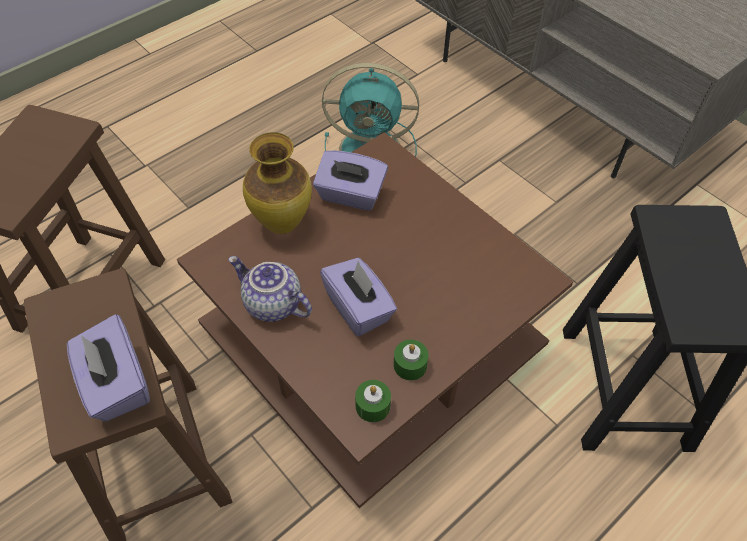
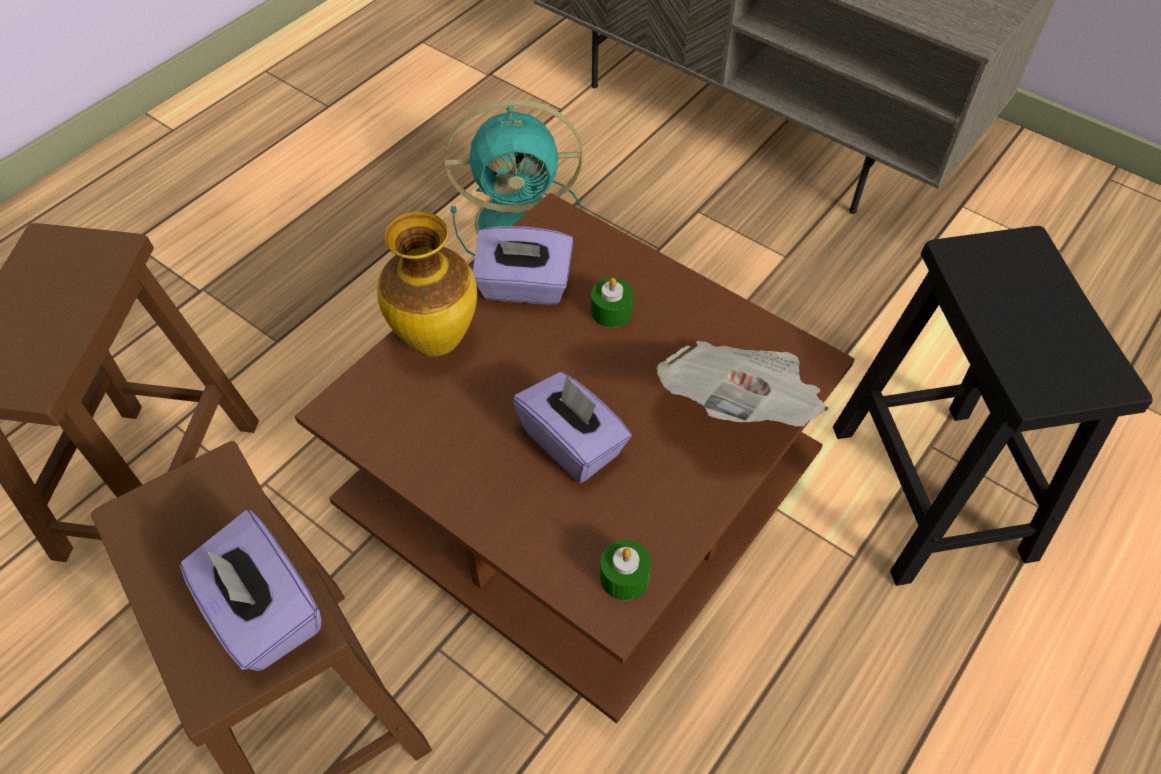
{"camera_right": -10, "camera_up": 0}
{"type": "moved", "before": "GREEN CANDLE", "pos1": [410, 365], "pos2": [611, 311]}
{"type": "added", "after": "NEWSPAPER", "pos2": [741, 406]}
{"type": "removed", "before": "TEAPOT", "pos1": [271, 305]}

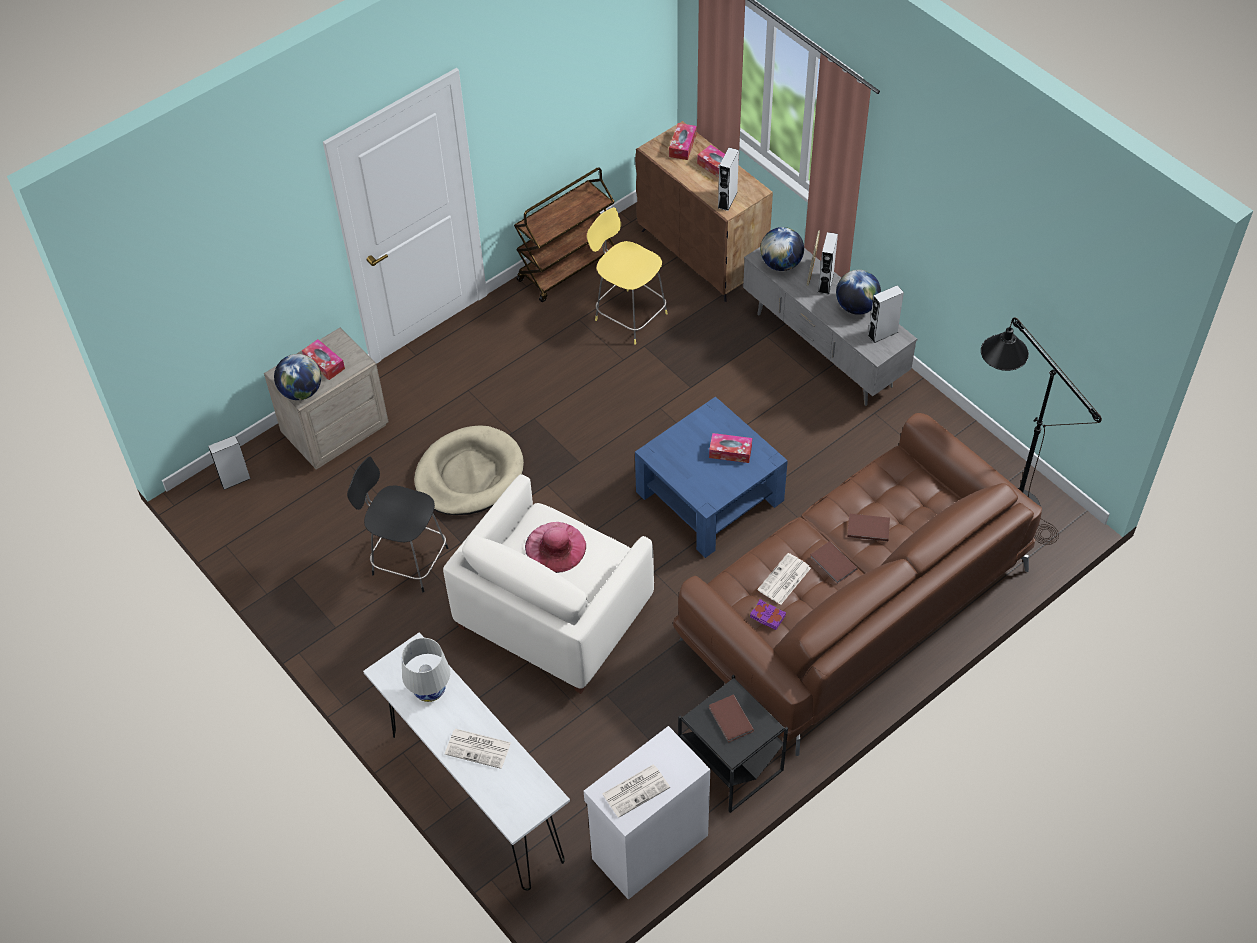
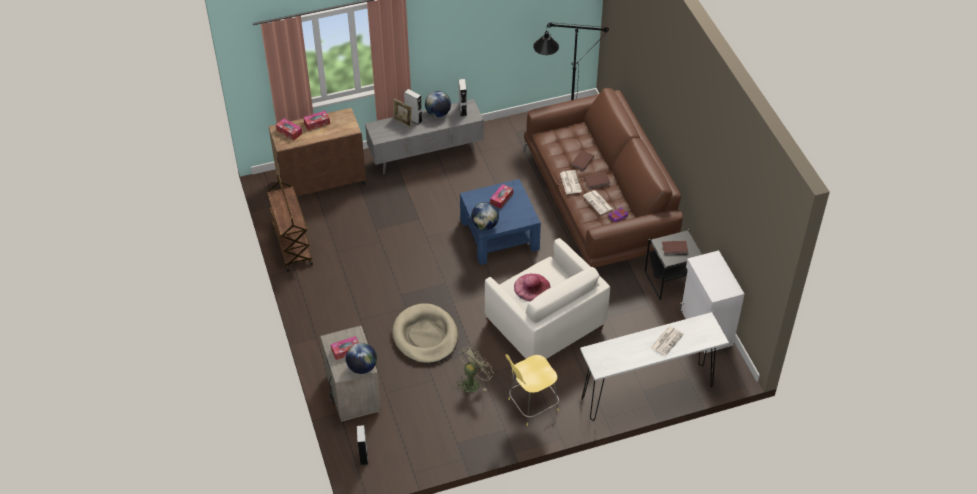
{"camera_right": -70, "camera_up": -5}
{"type": "replaced", "before": "BLACK STOOL", "after": "GREEN FAN", "pos1": [407, 560], "pos2": [473, 382]}
{"type": "moved", "before": "GLOBE", "pos1": [781, 264], "pos2": [485, 225]}
{"type": "moved", "before": "YELLOW STOOL", "pos1": [629, 315], "pos2": [531, 405]}
{"type": "moved", "before": "NEWSPAPER", "pos1": [636, 790], "pos2": [570, 182]}
{"type": "removed", "before": "WHITE TABLE LAMP", "pos1": [430, 690]}
{"type": "removed", "before": "GREY SPEAKER", "pos1": [727, 200]}

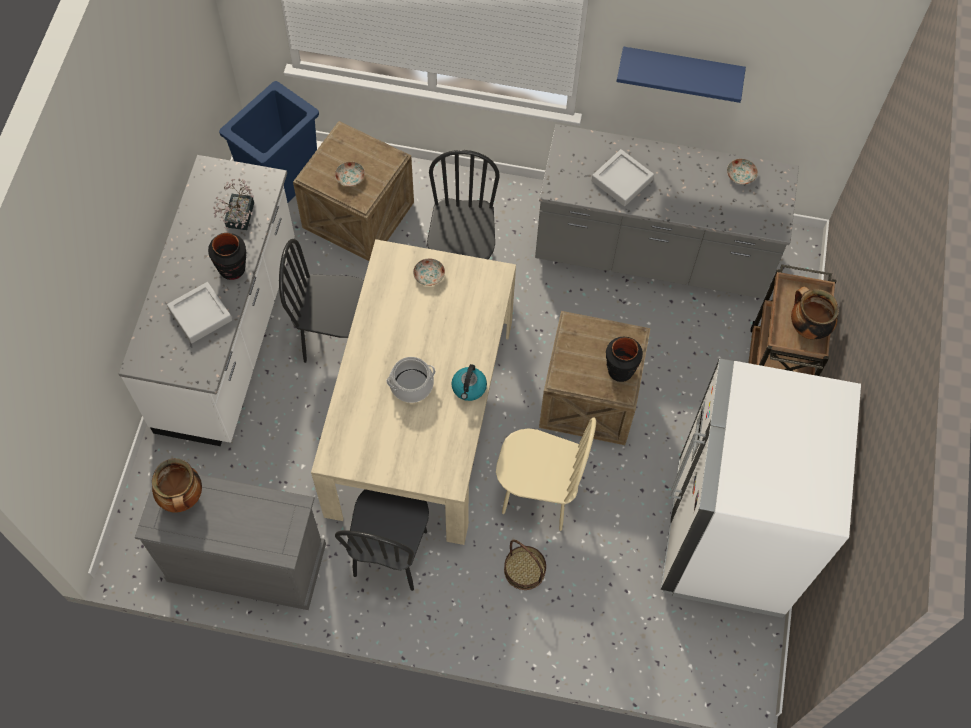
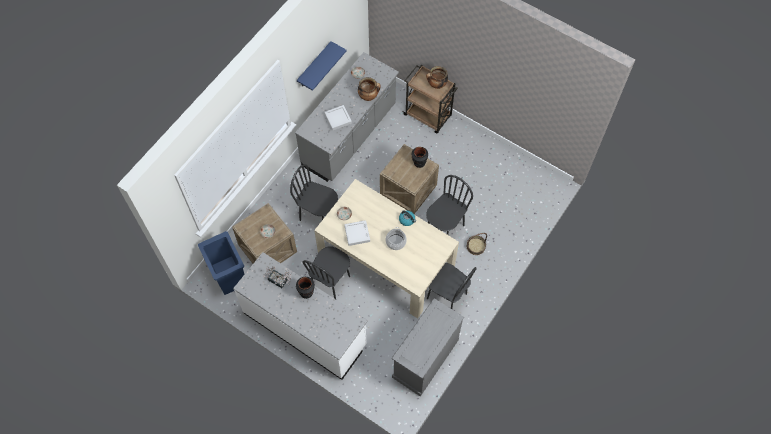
{"camera_right": -65, "camera_up": 0}
{"type": "moved", "before": "GREY TRAY", "pos1": [200, 315], "pos2": [357, 234]}
{"type": "moved", "before": "COOKING POT", "pos1": [183, 498], "pos2": [368, 96]}
{"type": "recoloured", "before": "BEIGE CHAIR", "after": "BLACK CHAIR", "pos1": [539, 495], "pos2": [444, 227]}
{"type": "removed", "before": "WHITE FRIDGE", "pos1": [728, 538]}

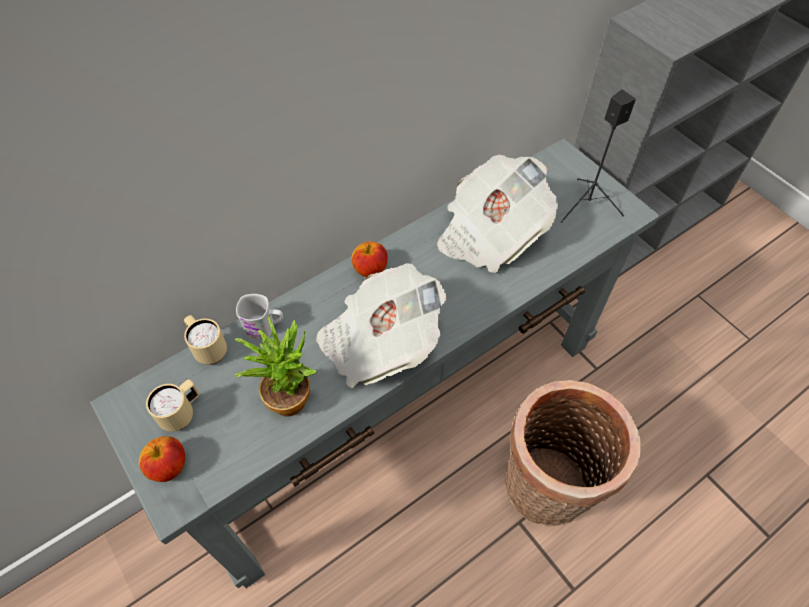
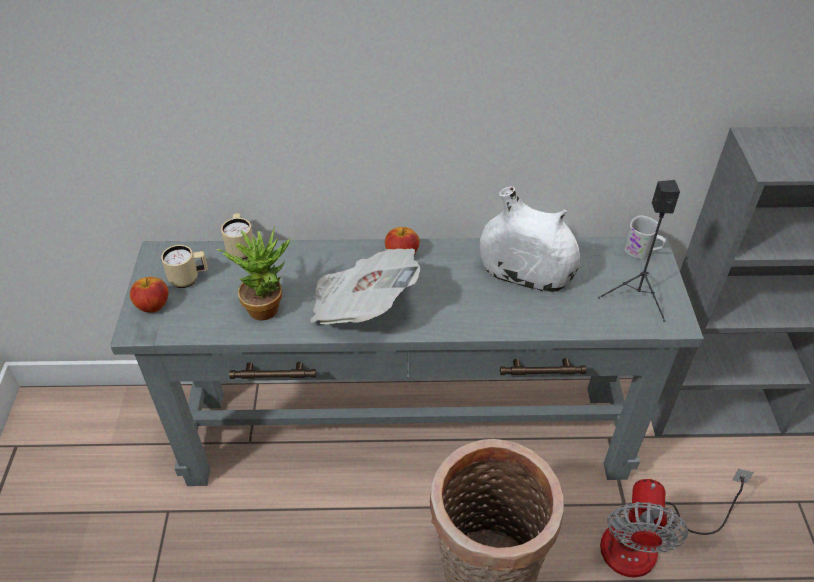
{"camera_right": 35, "camera_up": -10}
{"type": "replaced", "before": "NEWSPAPER", "after": "WHITE VASE", "pos1": [490, 233], "pos2": [525, 276]}
{"type": "added", "after": "FAN", "pos2": [647, 542]}
{"type": "moved", "before": "WHITE MUG", "pos1": [265, 327], "pos2": [642, 252]}

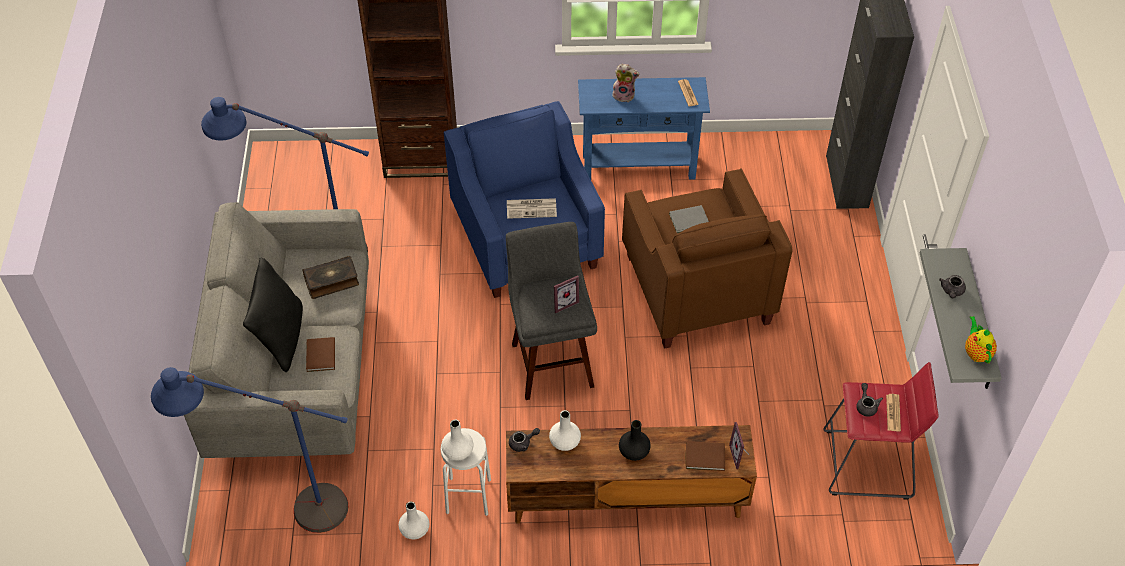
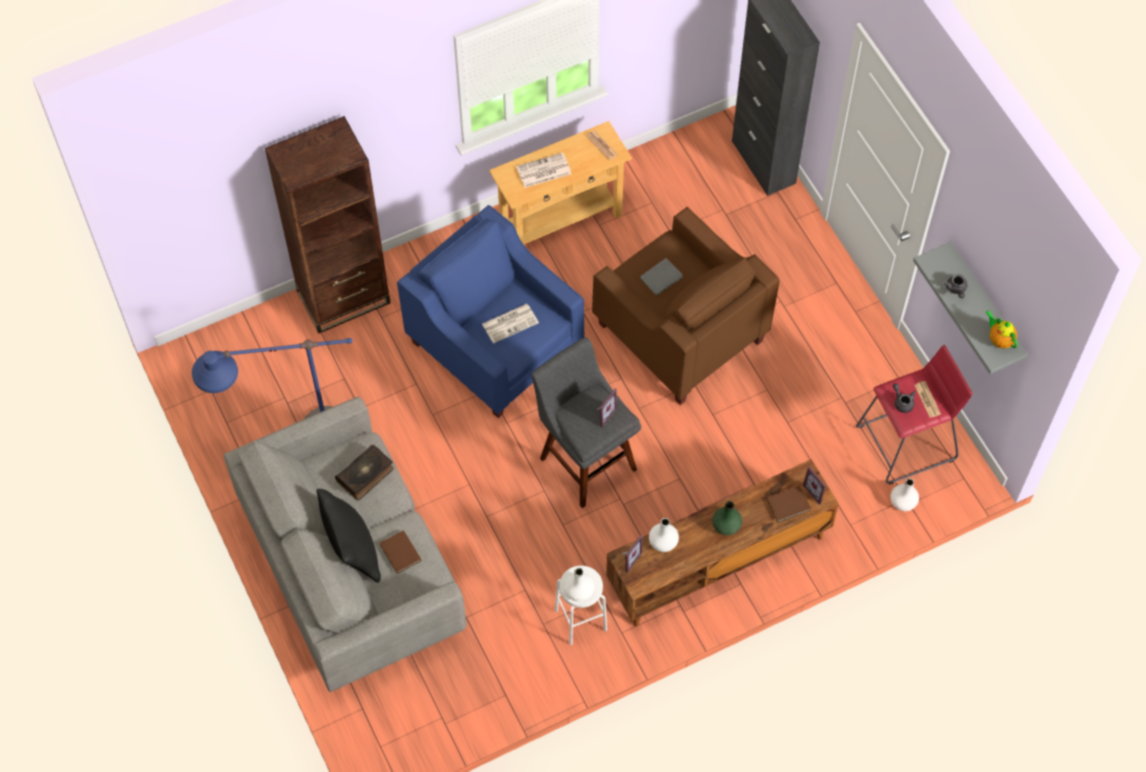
{"camera_right": -25, "camera_up": 10}
{"type": "recoloured", "before": "BLUE CONSOLE TABLE", "after": "BEIGE CONSOLE TABLE", "pos1": [638, 166], "pos2": [561, 222]}
{"type": "replaced", "before": "PLUSH TOY", "after": "NEWSPAPER", "pos1": [624, 95], "pos2": [543, 171]}
{"type": "replaced", "before": "GREY TEAPOT", "after": "PICTURE FRAME", "pos1": [523, 443], "pos2": [628, 558]}
{"type": "recoloured", "before": "BLACK VASE", "after": "GREEN VASE", "pos1": [634, 451], "pos2": [726, 525]}
{"type": "moved", "before": "WHITE VASE", "pos1": [414, 530], "pos2": [903, 502]}
{"type": "removed", "before": "BLUE FLOOR LAMP", "pos1": [282, 509]}

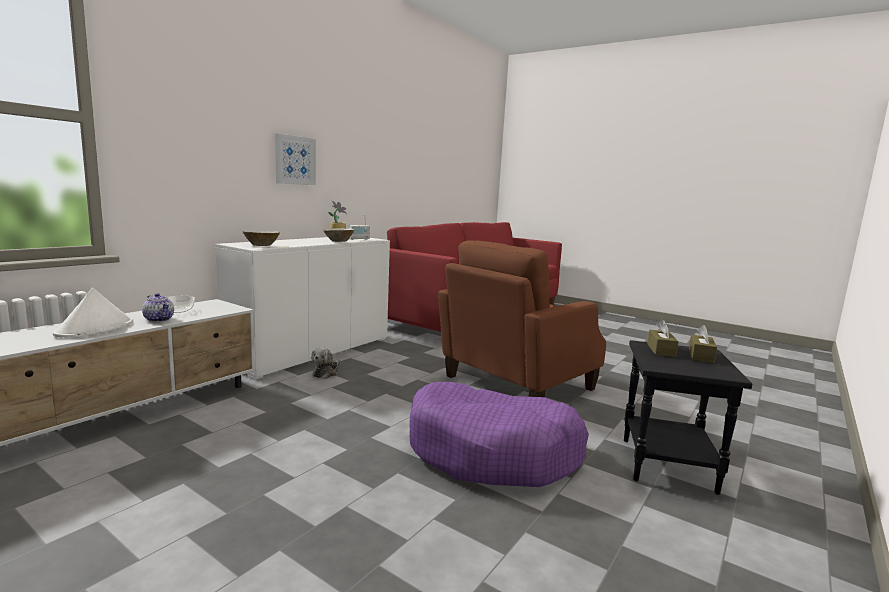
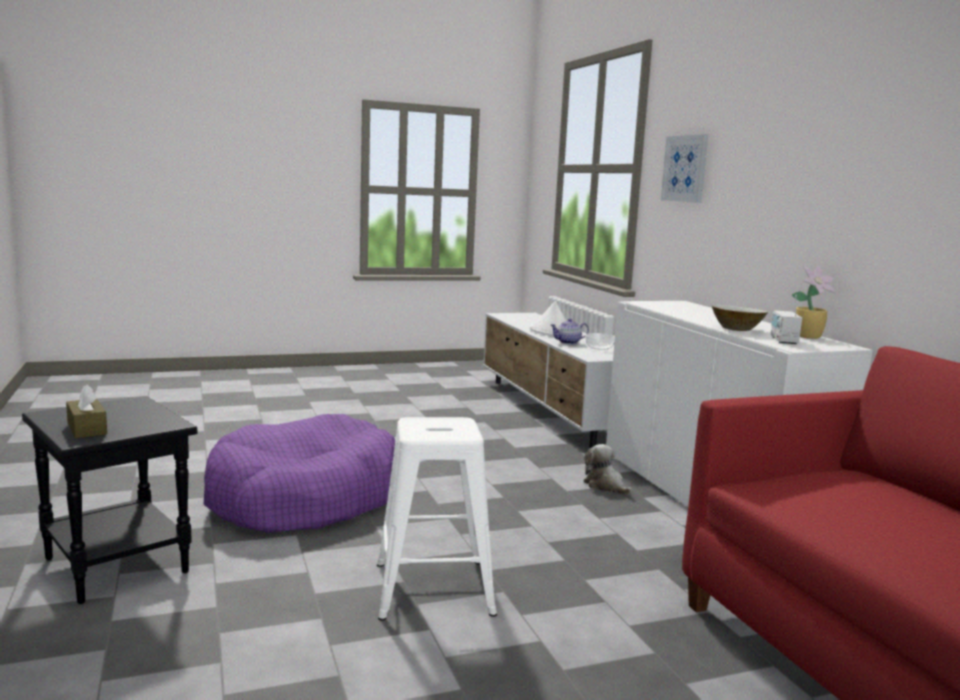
{"camera_right": 125, "camera_up": 0}
{"type": "replaced", "before": "BROWN ARMCHAIR", "after": "WHITE STOOL", "pos1": [516, 383], "pos2": [435, 587]}
{"type": "moved", "before": "PICTURE", "pos1": [295, 160], "pos2": [685, 168]}
{"type": "removed", "before": "BEIGE BOWL", "pos1": [261, 245]}
{"type": "removed", "before": "BROWN TISSUE BOX", "pos1": [661, 350]}

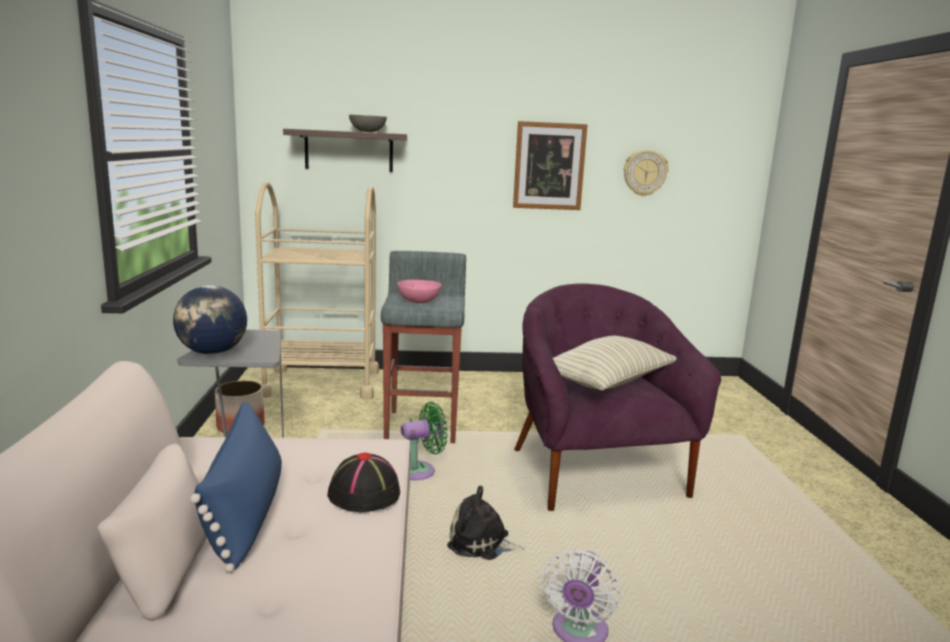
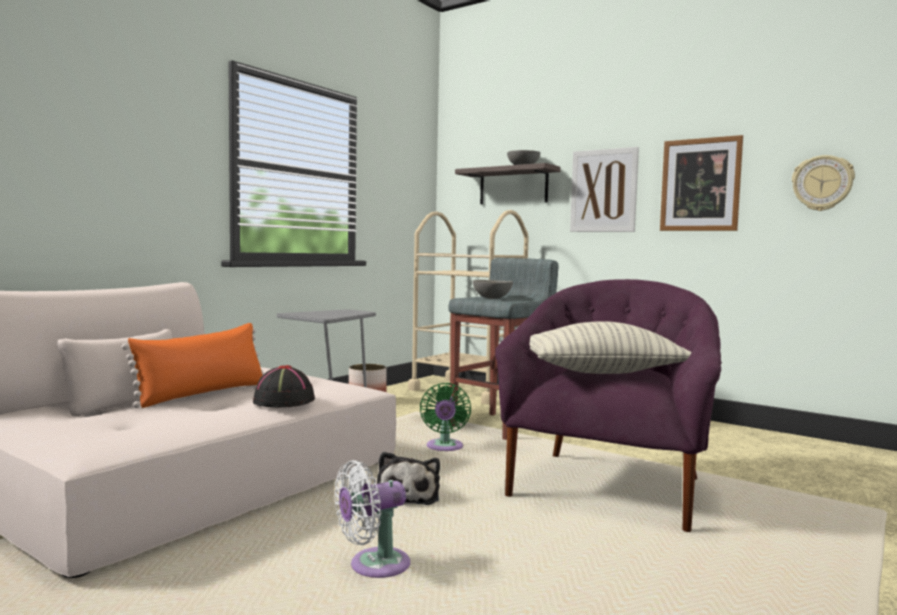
{"camera_right": 40, "camera_up": -10}
{"type": "recoloured", "before": "BLUE PILLOW", "after": "ORANGE PILLOW", "pos1": [246, 514], "pos2": [203, 394]}
{"type": "turned", "before": "PLUSH TOY", "pos1": [482, 543], "pos2": [408, 496], "turn": -150}
{"type": "turned", "before": "GREEN FAN", "pos1": [420, 471], "pos2": [444, 448], "turn": 75}
{"type": "recoloured", "before": "PINK BOWL", "after": "GREY BOWL", "pos1": [418, 302], "pos2": [491, 298]}
{"type": "added", "after": "PICTURE", "pos2": [603, 191]}
{"type": "removed", "before": "GLOBE", "pos1": [213, 353]}

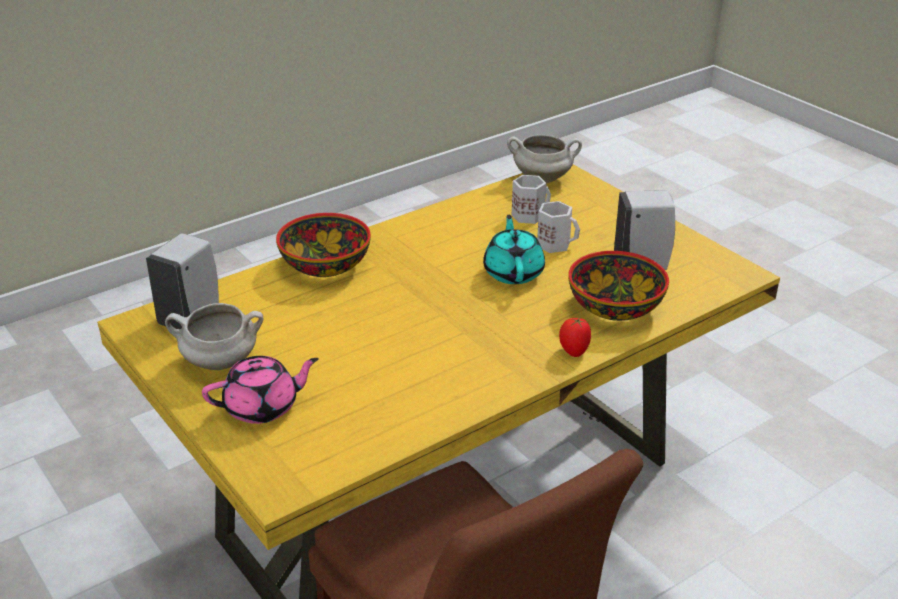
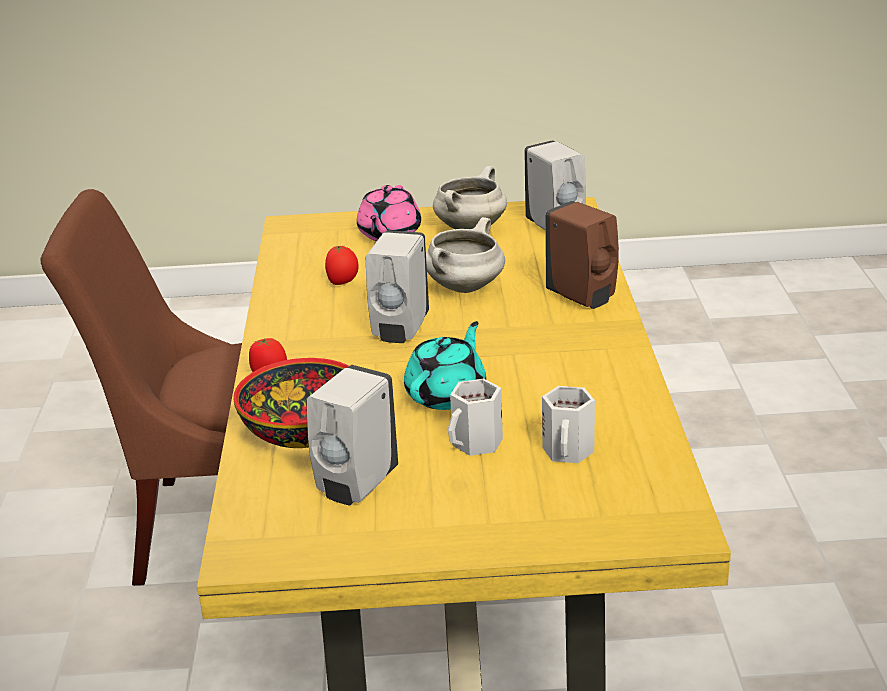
{"camera_right": 125, "camera_up": -5}
{"type": "added", "after": "TOMATO", "pos2": [343, 282]}
{"type": "added", "after": "WHITE SOAP DISPENSER", "pos2": [400, 330]}
{"type": "turned", "before": "TURQUOISE TEAPOT", "pos1": [513, 272], "pos2": [447, 394], "turn": -90}
{"type": "moved", "before": "WHITE COOKING POT", "pos1": [543, 178], "pos2": [465, 288]}
{"type": "replaced", "before": "BOWL", "after": "BROWN SOAP DISPENSER", "pos1": [324, 265], "pos2": [583, 298]}

